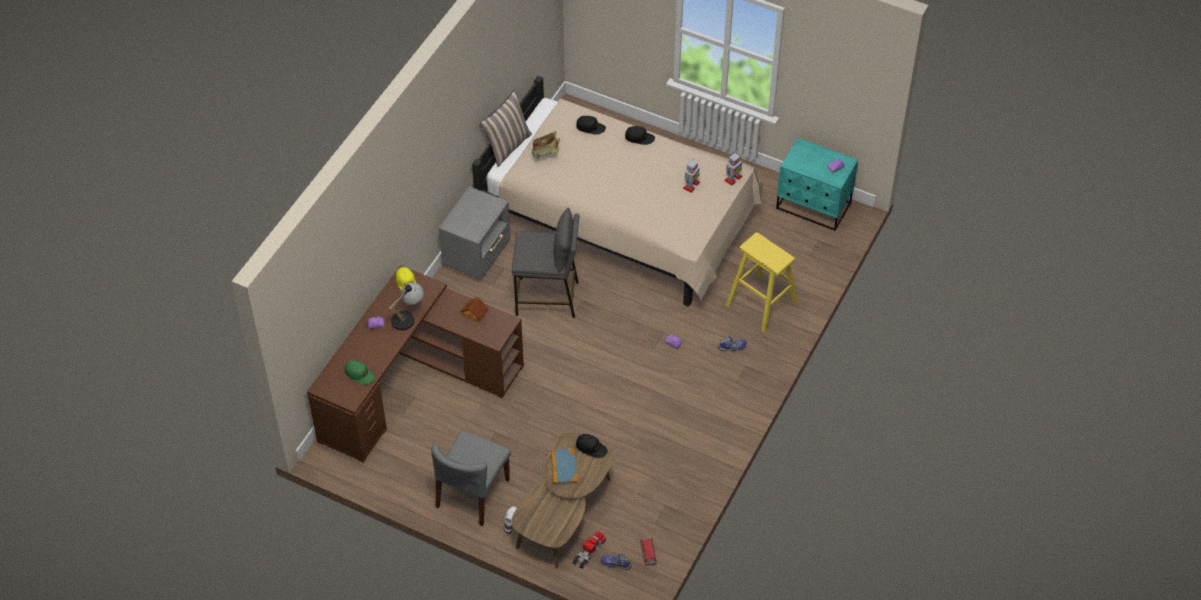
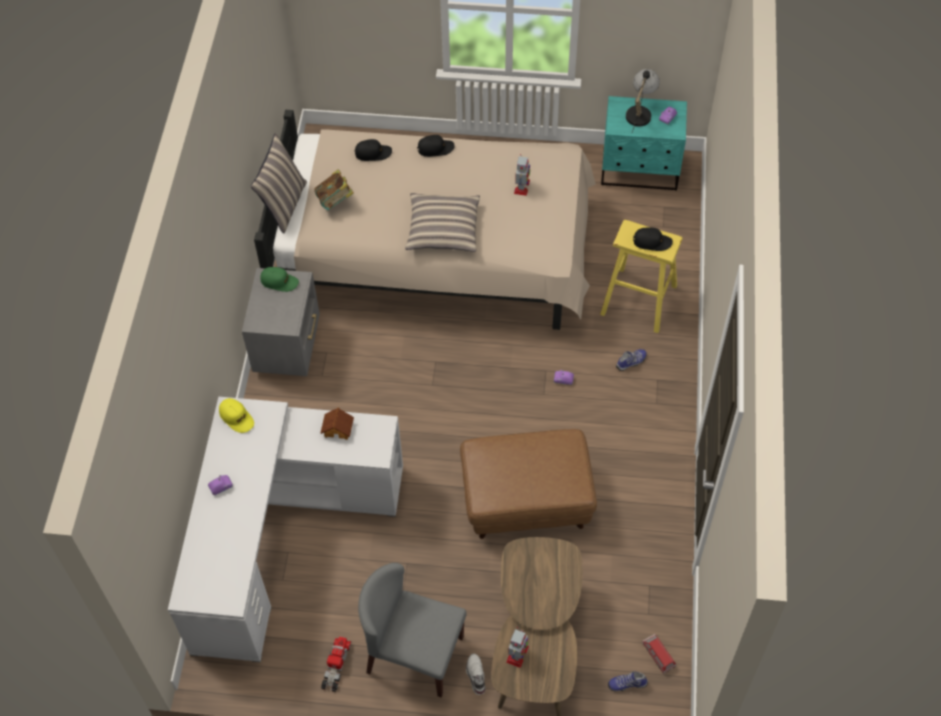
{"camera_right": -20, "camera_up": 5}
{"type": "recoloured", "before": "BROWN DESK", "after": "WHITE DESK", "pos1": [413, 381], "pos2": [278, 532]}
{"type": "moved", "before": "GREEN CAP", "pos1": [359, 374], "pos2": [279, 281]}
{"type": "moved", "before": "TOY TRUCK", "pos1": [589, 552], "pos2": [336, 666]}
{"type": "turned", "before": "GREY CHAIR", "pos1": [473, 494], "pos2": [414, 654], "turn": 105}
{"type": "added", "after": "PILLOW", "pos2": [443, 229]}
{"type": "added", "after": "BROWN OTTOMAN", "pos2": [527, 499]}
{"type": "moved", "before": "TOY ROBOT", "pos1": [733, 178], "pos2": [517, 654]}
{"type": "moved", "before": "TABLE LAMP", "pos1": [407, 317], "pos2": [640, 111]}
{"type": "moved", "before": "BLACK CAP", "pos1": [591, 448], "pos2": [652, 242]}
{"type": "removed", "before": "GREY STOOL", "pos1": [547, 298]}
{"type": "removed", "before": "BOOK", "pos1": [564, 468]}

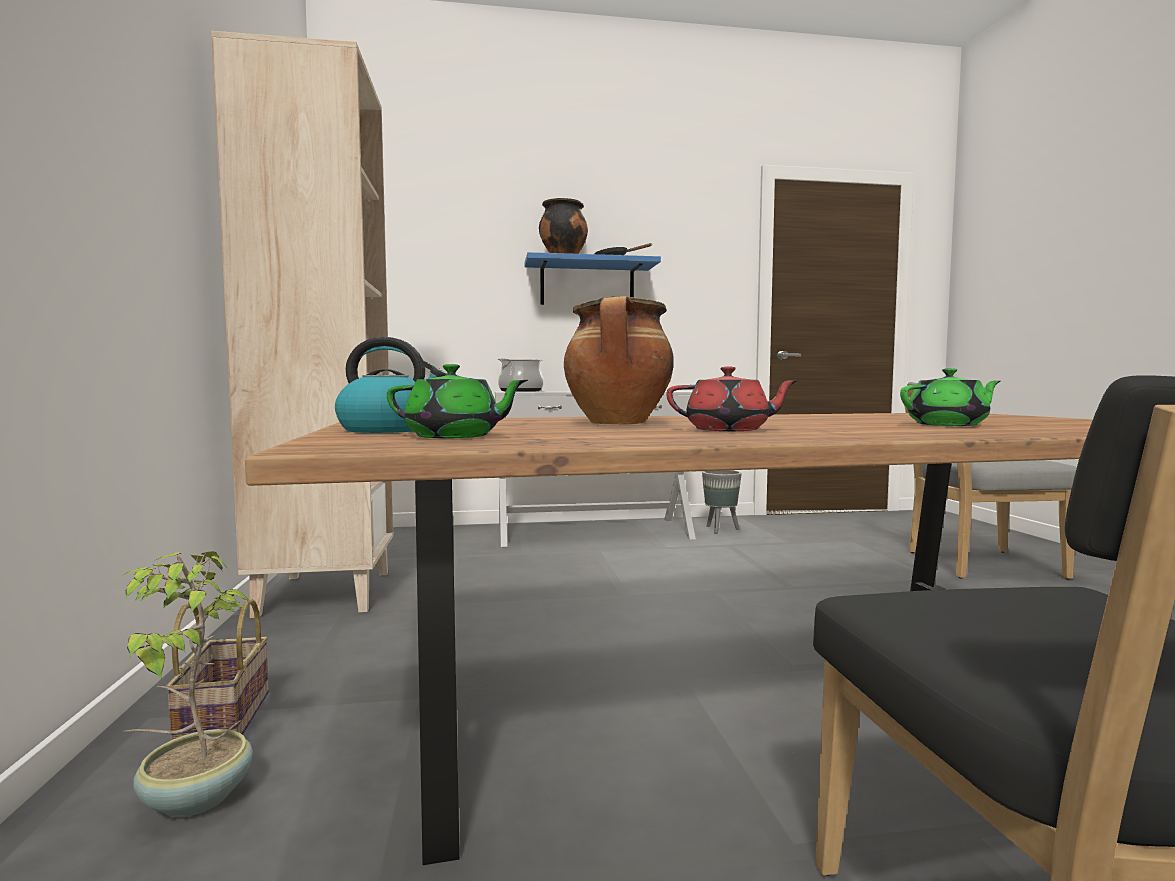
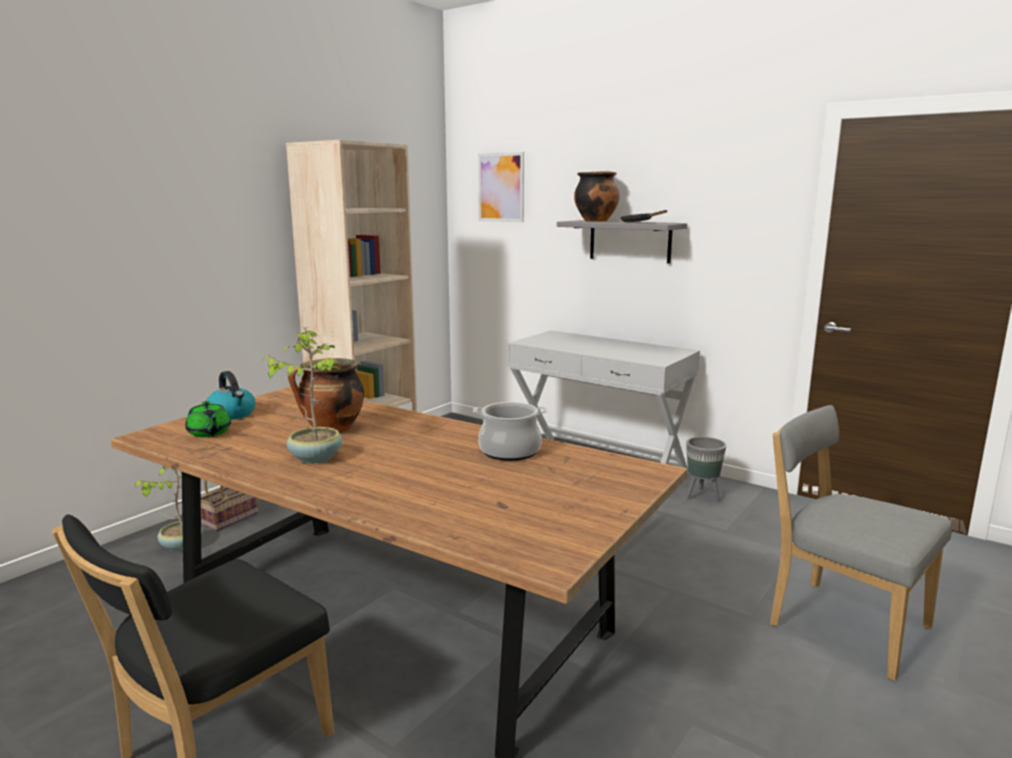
{"camera_right": 45, "camera_up": 10}
{"type": "replaced", "before": "RED TEAPOT", "after": "POTTED PLANT", "pos1": [729, 430], "pos2": [315, 457]}
{"type": "moved", "before": "COOKING POT", "pos1": [520, 391], "pos2": [510, 451]}
{"type": "added", "after": "PICTURE", "pos2": [501, 187]}
{"type": "recoloured", "before": "BLUE SHELF", "after": "GREY SHELF", "pos1": [587, 284], "pos2": [630, 241]}
{"type": "removed", "before": "GREEN TEAPOT", "pos1": [949, 425]}

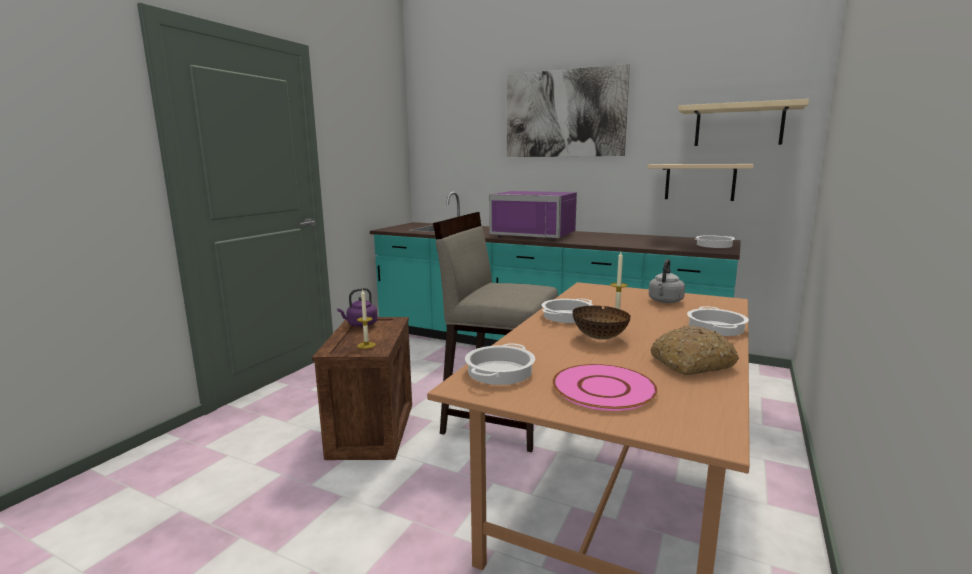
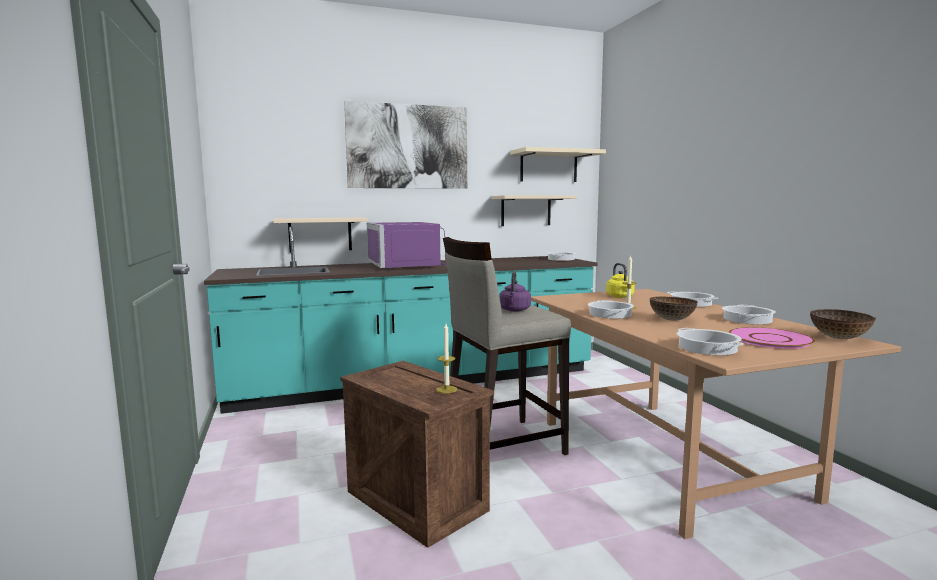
{"camera_right": -45, "camera_up": -5}
{"type": "added", "after": "BEIGE SHELF", "pos2": [320, 234]}
{"type": "turned", "before": "PURPLE MICROWAVE", "pos1": [535, 234], "pos2": [409, 265], "turn": 90}
{"type": "moved", "before": "PURPLE KETTLE", "pos1": [360, 325], "pos2": [514, 310]}
{"type": "recoloured", "before": "GREY KETTLE", "after": "YELLOW KETTLE", "pos1": [665, 301], "pos2": [620, 297]}
{"type": "replaced", "before": "BREAD", "after": "COOKING POT", "pos1": [691, 363], "pos2": [748, 320]}
{"type": "added", "after": "BOWL", "pos2": [838, 338]}

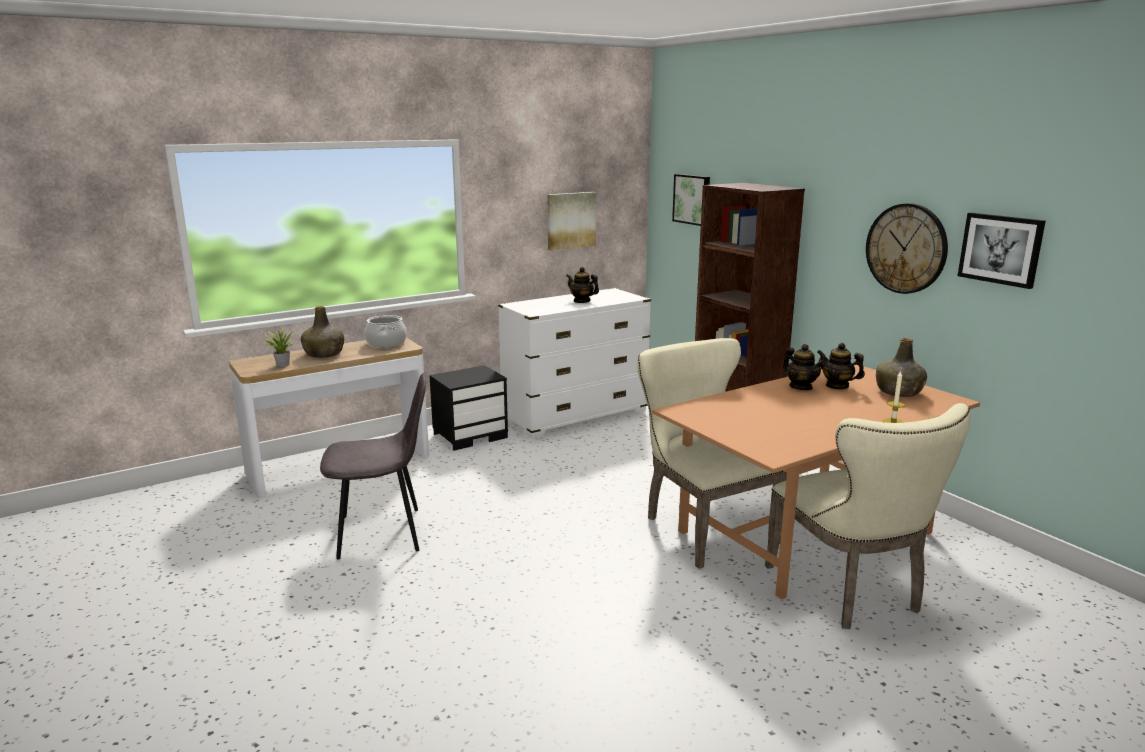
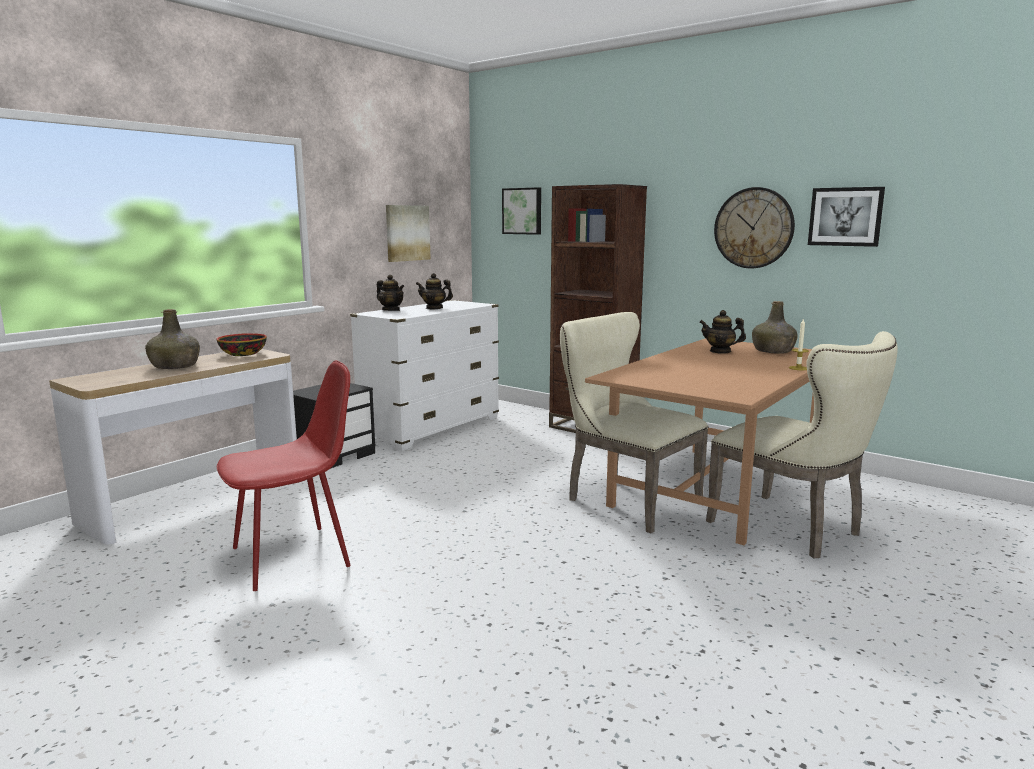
{"camera_right": -20, "camera_up": -5}
{"type": "replaced", "before": "COOKING POT", "after": "BOWL", "pos1": [386, 343], "pos2": [244, 354]}
{"type": "recoloured", "before": "GREY CHAIR", "after": "RED CHAIR", "pos1": [383, 533], "pos2": [294, 556]}
{"type": "moved", "before": "TEAPOT", "pos1": [801, 387], "pos2": [391, 310]}
{"type": "removed", "before": "POTTED PLANT", "pos1": [282, 364]}

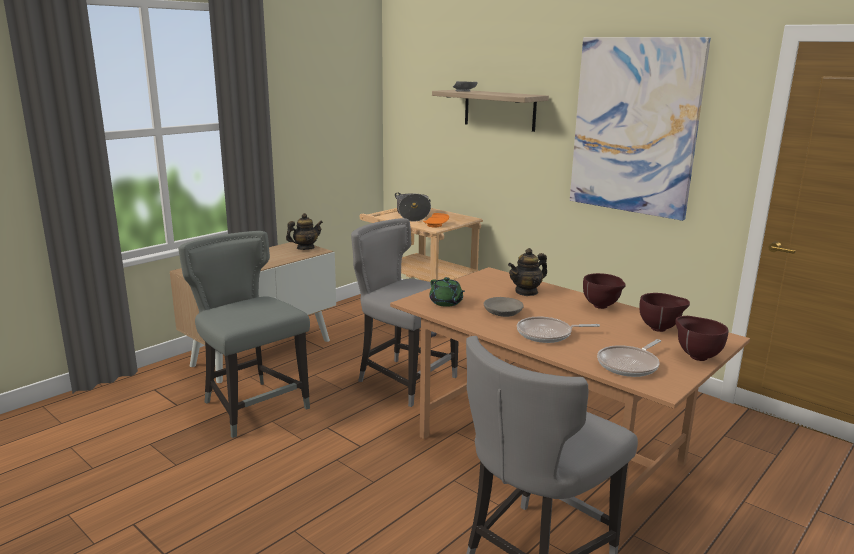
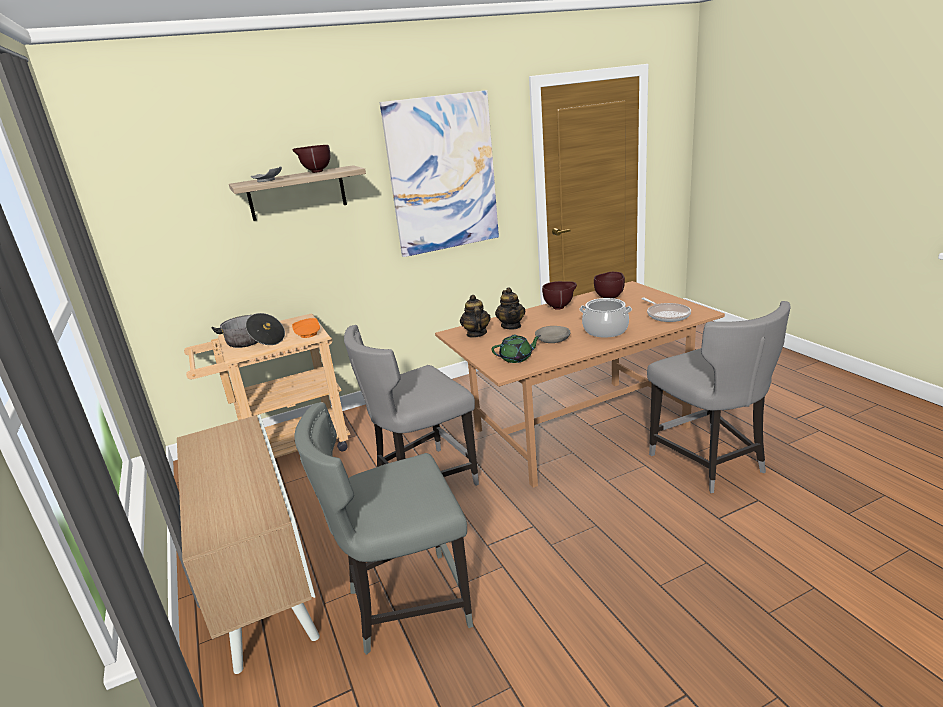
{"camera_right": -65, "camera_up": 5}
{"type": "moved", "before": "BROWN BOWL", "pos1": [696, 356], "pos2": [315, 172]}
{"type": "moved", "before": "TEAPOT", "pos1": [305, 248], "pos2": [476, 334]}
{"type": "replaced", "before": "FRYING PAN", "after": "COOKING POT", "pos1": [547, 334], "pos2": [605, 330]}

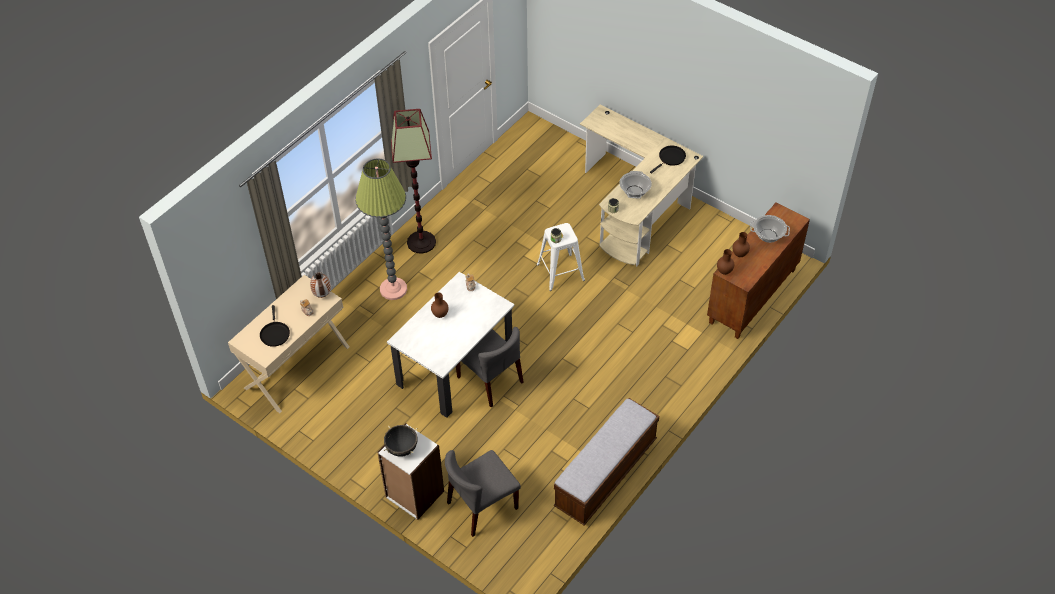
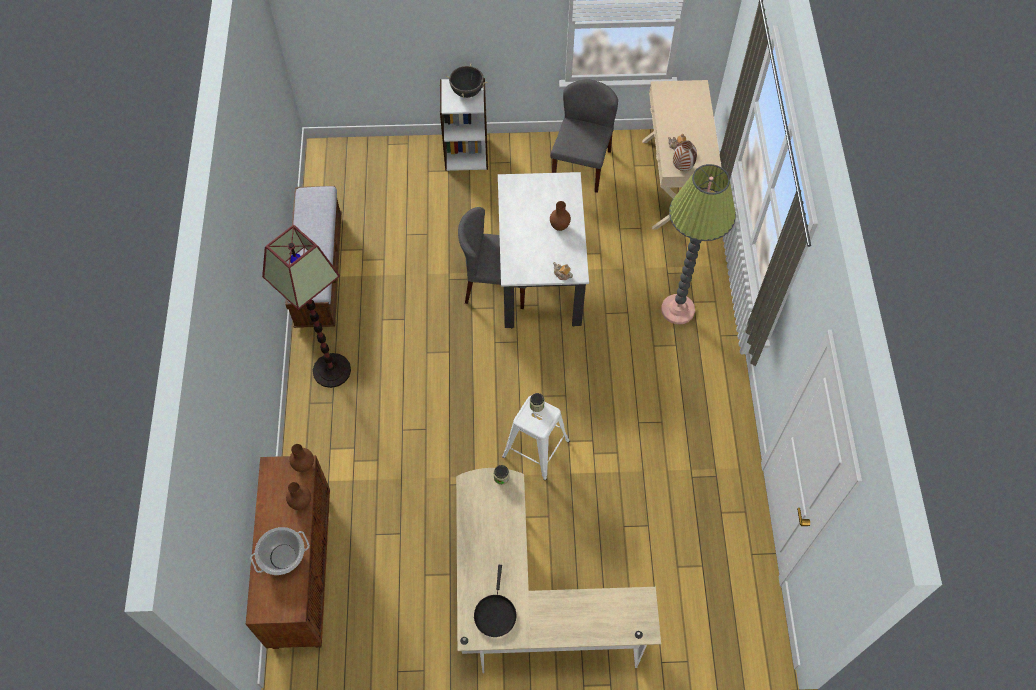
{"camera_right": 140, "camera_up": 10}
{"type": "moved", "before": "FLOOR LAMP", "pos1": [421, 242], "pos2": [331, 370]}
{"type": "moved", "before": "GREY CHAIR", "pos1": [482, 506], "pos2": [581, 165]}
{"type": "removed", "before": "BLACK FRYING PAN", "pos1": [274, 333]}
{"type": "removed", "before": "COOKING POT", "pos1": [634, 191]}

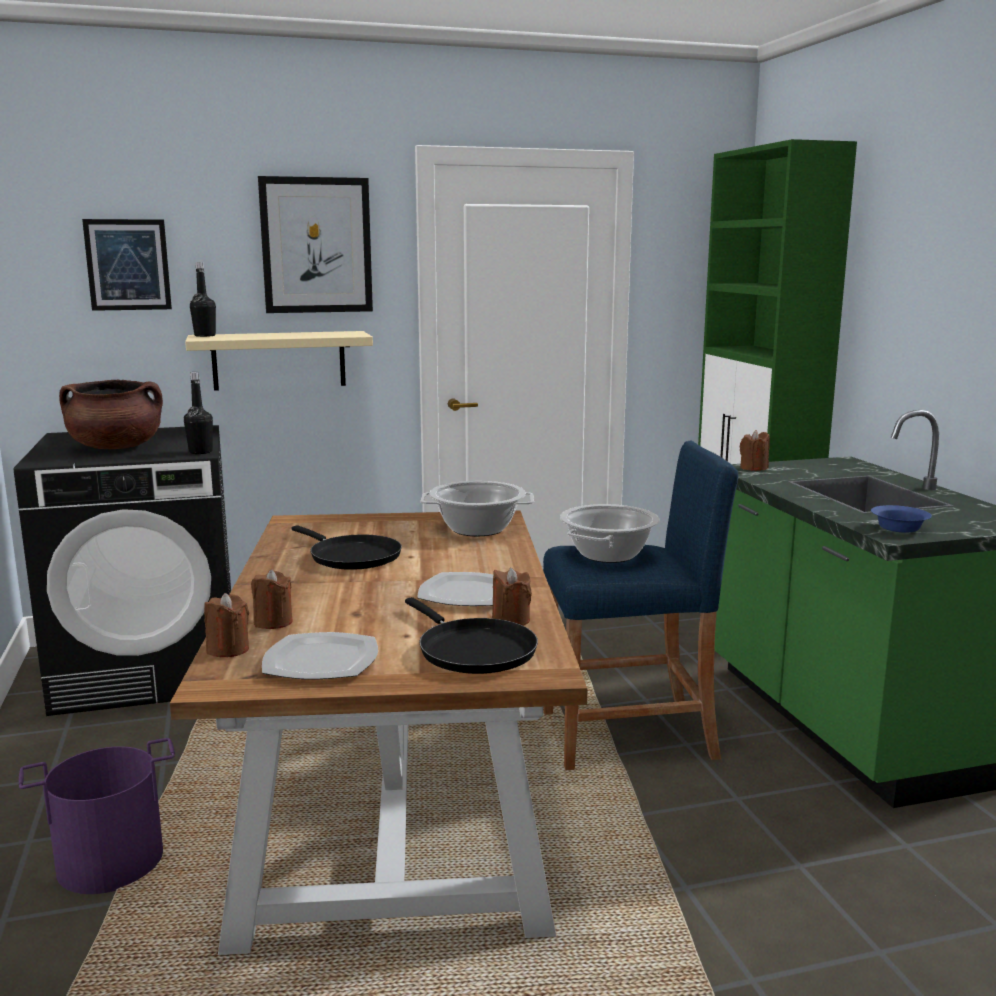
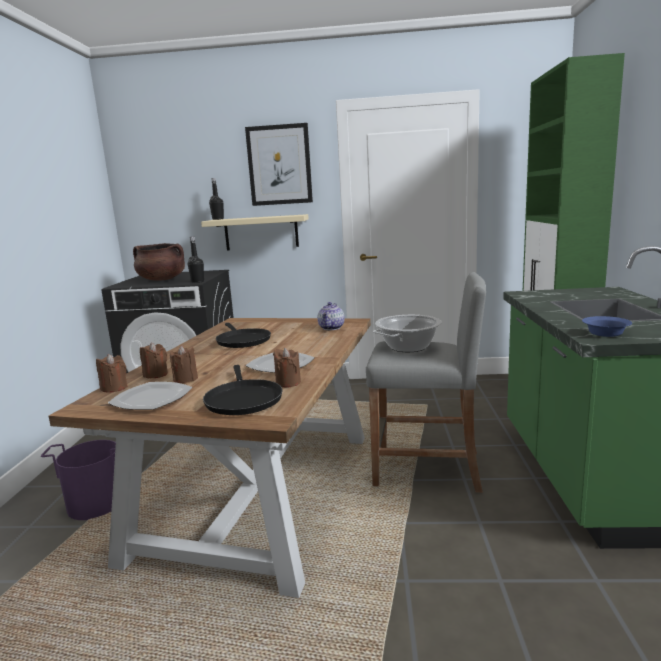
{"camera_right": 20, "camera_up": 0}
{"type": "moved", "before": "BROWN CANDLE", "pos1": [753, 468], "pos2": [185, 379]}
{"type": "replaced", "before": "COOKING POT", "after": "TEAPOT", "pos1": [478, 529], "pos2": [332, 328]}
{"type": "recoloured", "before": "BLUE STOOL", "after": "GREY STOOL", "pos1": [628, 736], "pos2": [427, 468]}
{"type": "removed", "before": "PICTURE", "pos1": [128, 265]}

